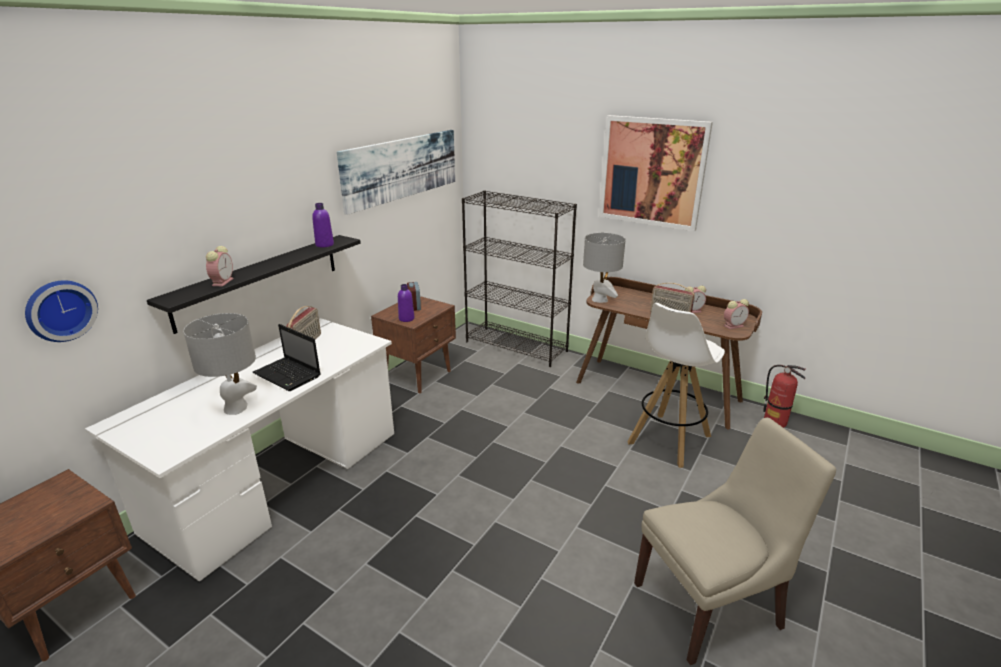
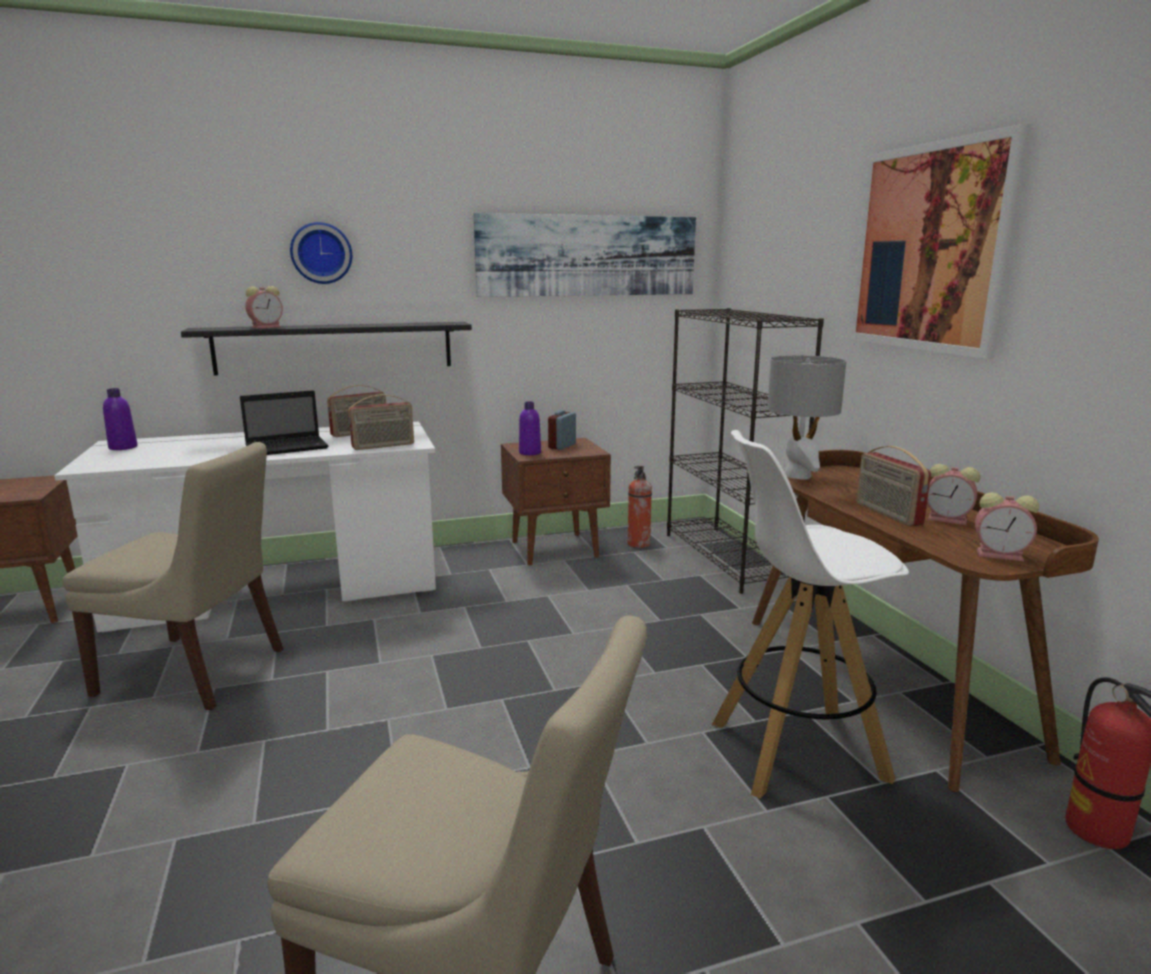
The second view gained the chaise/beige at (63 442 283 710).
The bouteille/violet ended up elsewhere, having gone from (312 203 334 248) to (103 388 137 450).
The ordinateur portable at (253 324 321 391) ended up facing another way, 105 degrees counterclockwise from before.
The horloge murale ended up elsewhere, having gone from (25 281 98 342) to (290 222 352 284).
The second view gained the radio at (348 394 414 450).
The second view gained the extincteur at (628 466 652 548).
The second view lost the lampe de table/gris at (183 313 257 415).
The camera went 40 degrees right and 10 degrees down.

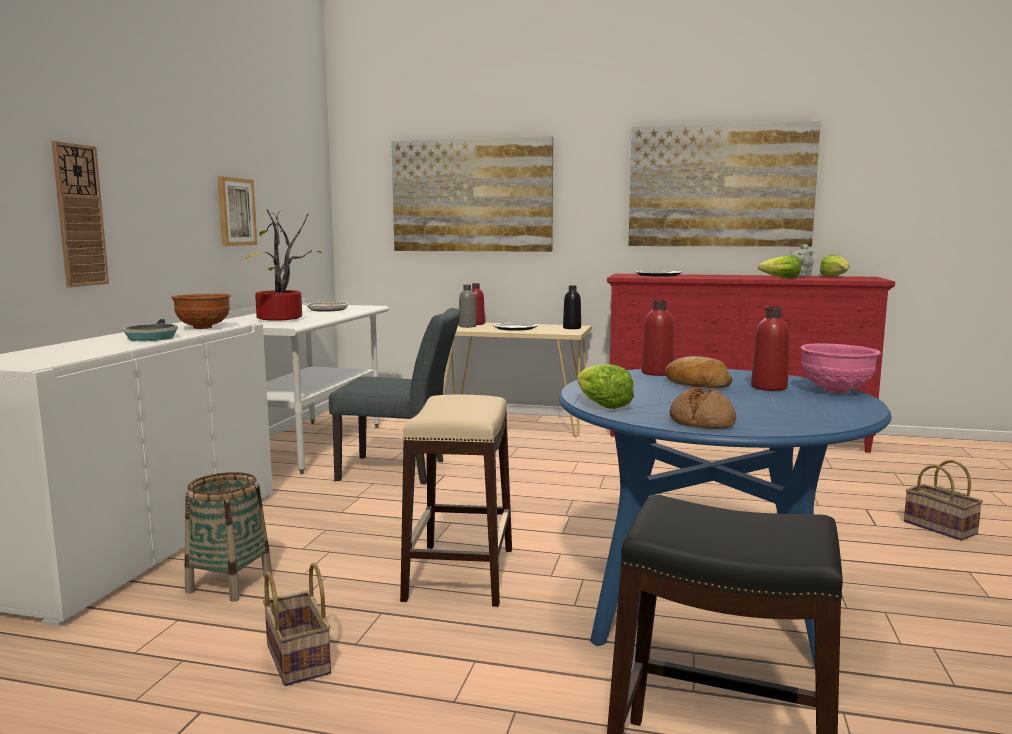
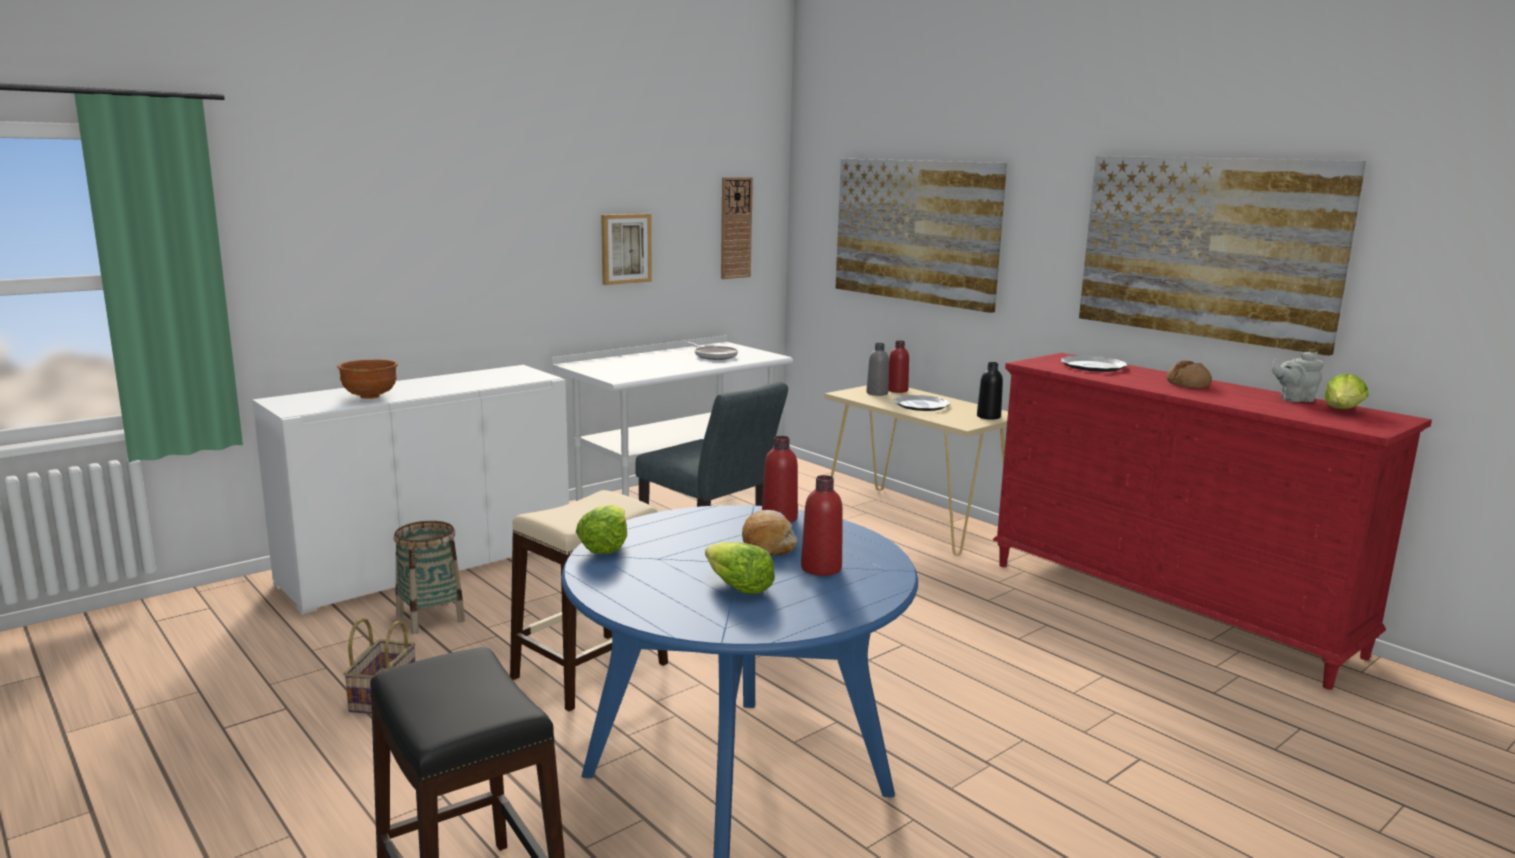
The bol/marron ended up elsewhere, having gone from (171 294 231 329) to (337 359 398 399).
The laitue ended up elsewhere, having gone from (758 255 801 278) to (705 542 775 594).
The horloge murale ended up elsewhere, having gone from (52 141 109 287) to (721 177 753 279).
The pain ended up elsewhere, having gone from (669 387 736 429) to (1167 361 1212 388).
The second view lost the poêle at (122 319 178 341).
The second view lost the plante en pot at (243 209 321 321).
The second view lost the bol/rose at (801 343 881 394).
The second view lost the panier at (904 460 983 541).
The camera went 35 degrees right and 5 degrees up.

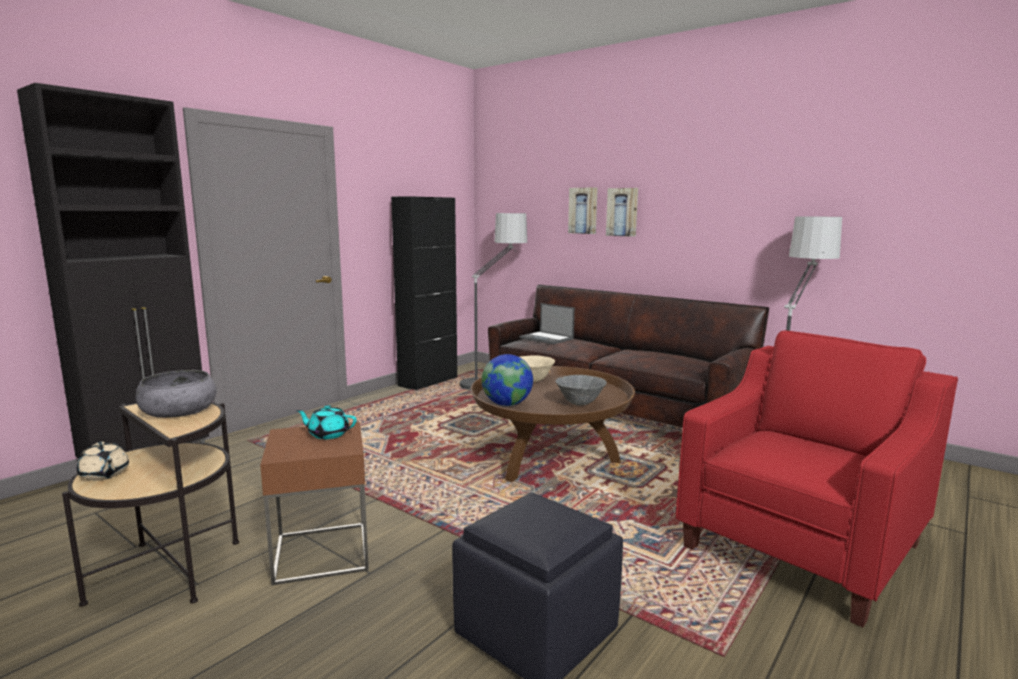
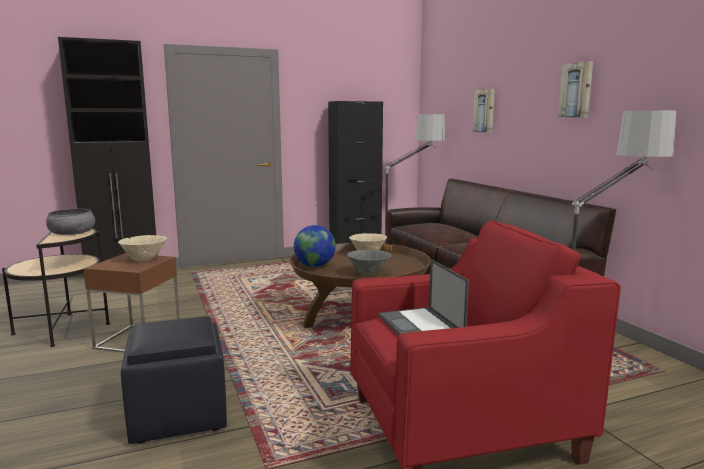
Where the théière/turquoise stood at (296 405 357 439), the bol/beige came to stand at (118 235 167 261).
The ordinateur portable ended up elsewhere, having gone from (519 303 575 344) to (378 259 469 336).
The tableau ended up elsewhere, having gone from (606 188 638 237) to (558 61 593 117).
The second view lost the théière/beige at (77 442 129 481).
The camera went 30 degrees right and 0 degrees up.

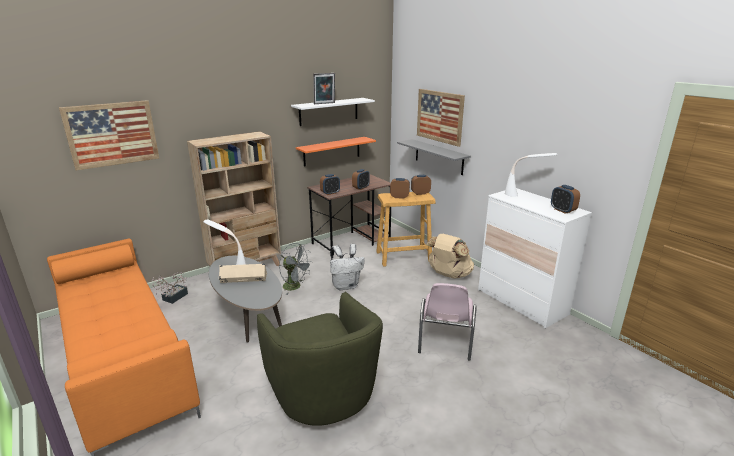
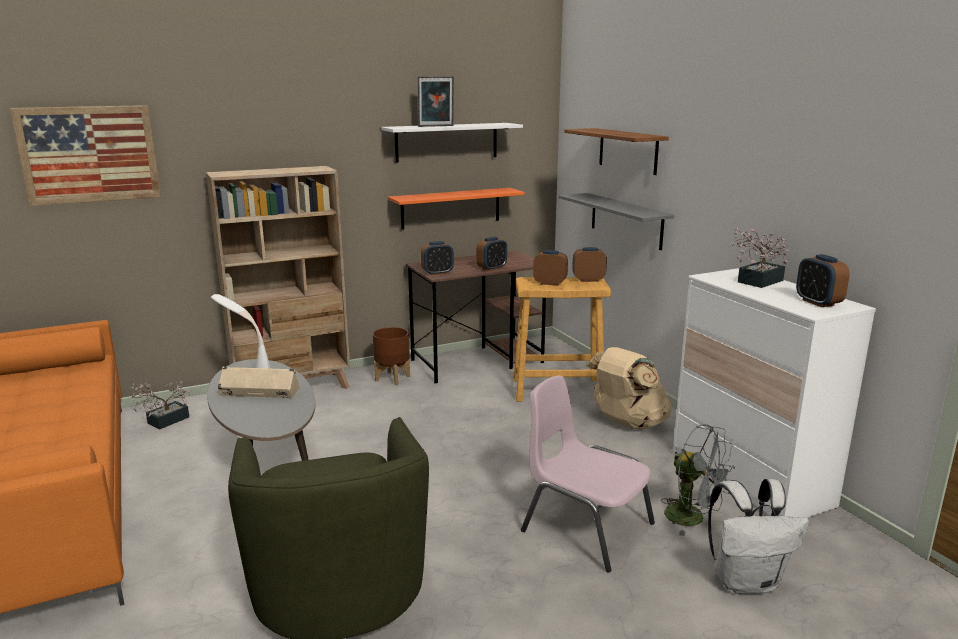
The second view gained the cache-pot/marron at (373 327 410 385).
The chaise/rose at (418 283 477 360) ended up facing another way, 105 degrees clockwise from before.
Where the tableau hung at (417 89 465 147), the étagère came to hang at (564 128 669 175).
The ventilateur/gris ended up elsewhere, having gone from (279 243 313 295) to (661 424 735 536).
The sac à dos/blanc ended up elsewhere, having gone from (330 244 365 290) to (708 479 809 594).
Where the lampe de table/blanc stood at (505 153 557 197), the plante en pot came to stand at (731 227 789 288).
The camera went 10 degrees right and 5 degrees down.

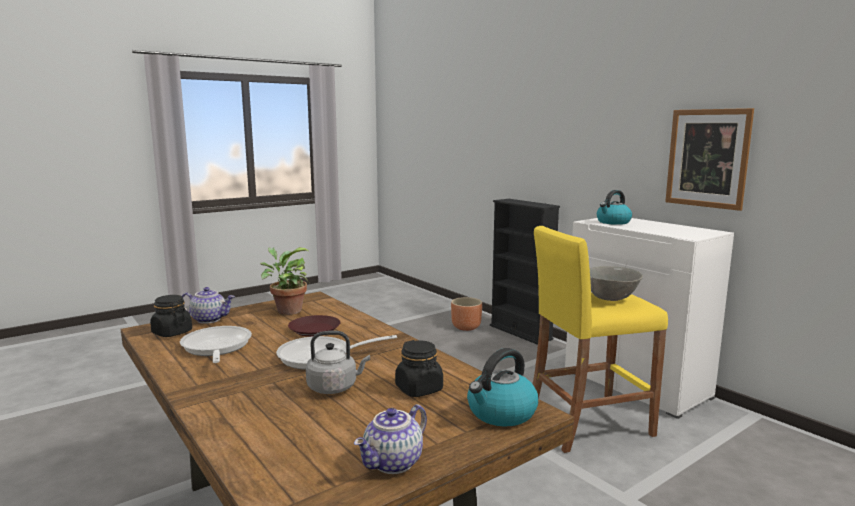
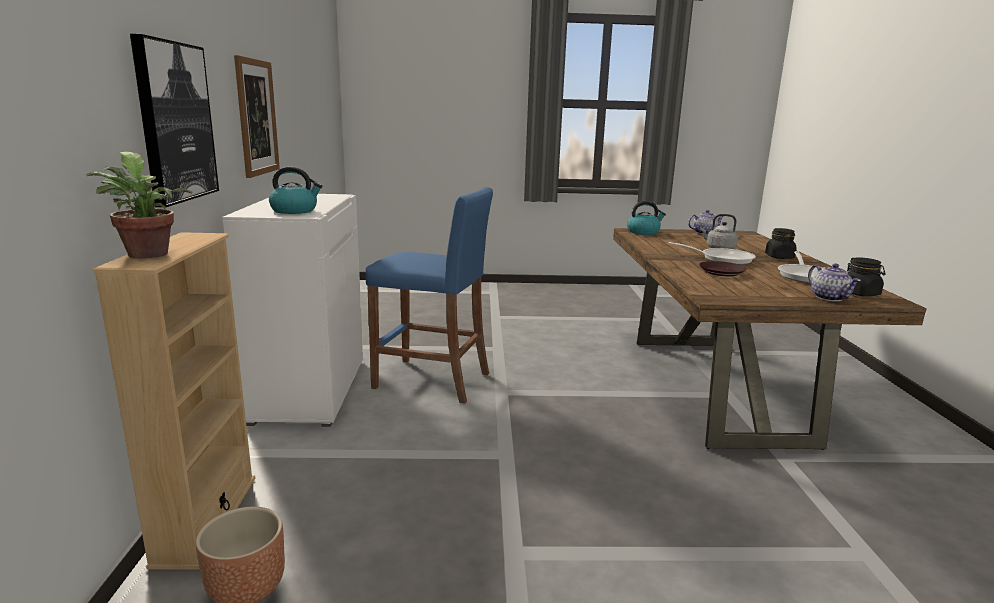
The plante en pot ended up elsewhere, having gone from (260 247 309 315) to (86 152 193 259).
What was the bibliothèque/noir at (490 199 560 345) turned into the bibliothèque/beige at (92 232 255 570).
The second view gained the tableau at (130 34 219 207).
What was the tabouret/jaune at (533 226 668 453) turned into the tabouret/bleu at (366 187 493 404).
The bocal/noir ended up elsewhere, having gone from (395 340 443 397) to (765 228 797 259).
The théière at (182 287 235 324) ended up facing another way, 150 degrees counterclockwise from before.
The second view lost the bol/gris at (590 266 643 301).
The camera went 145 degrees left and 5 degrees up.

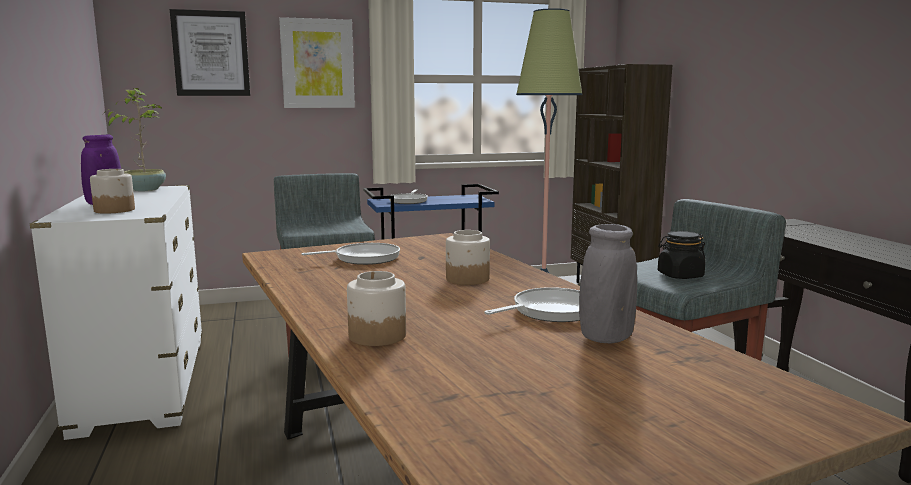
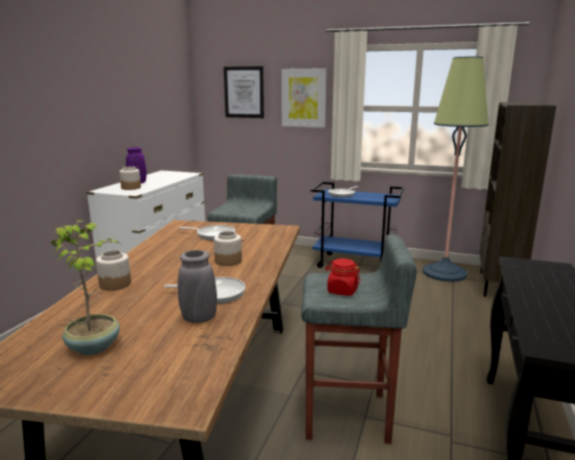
The plante en pot ended up elsewhere, having gone from (103 88 166 191) to (51 220 120 355).
What was the bocal/noir at (658 231 705 279) turned into the bocal/rouge at (326 258 361 296).
The camera went 35 degrees right and 5 degrees up.

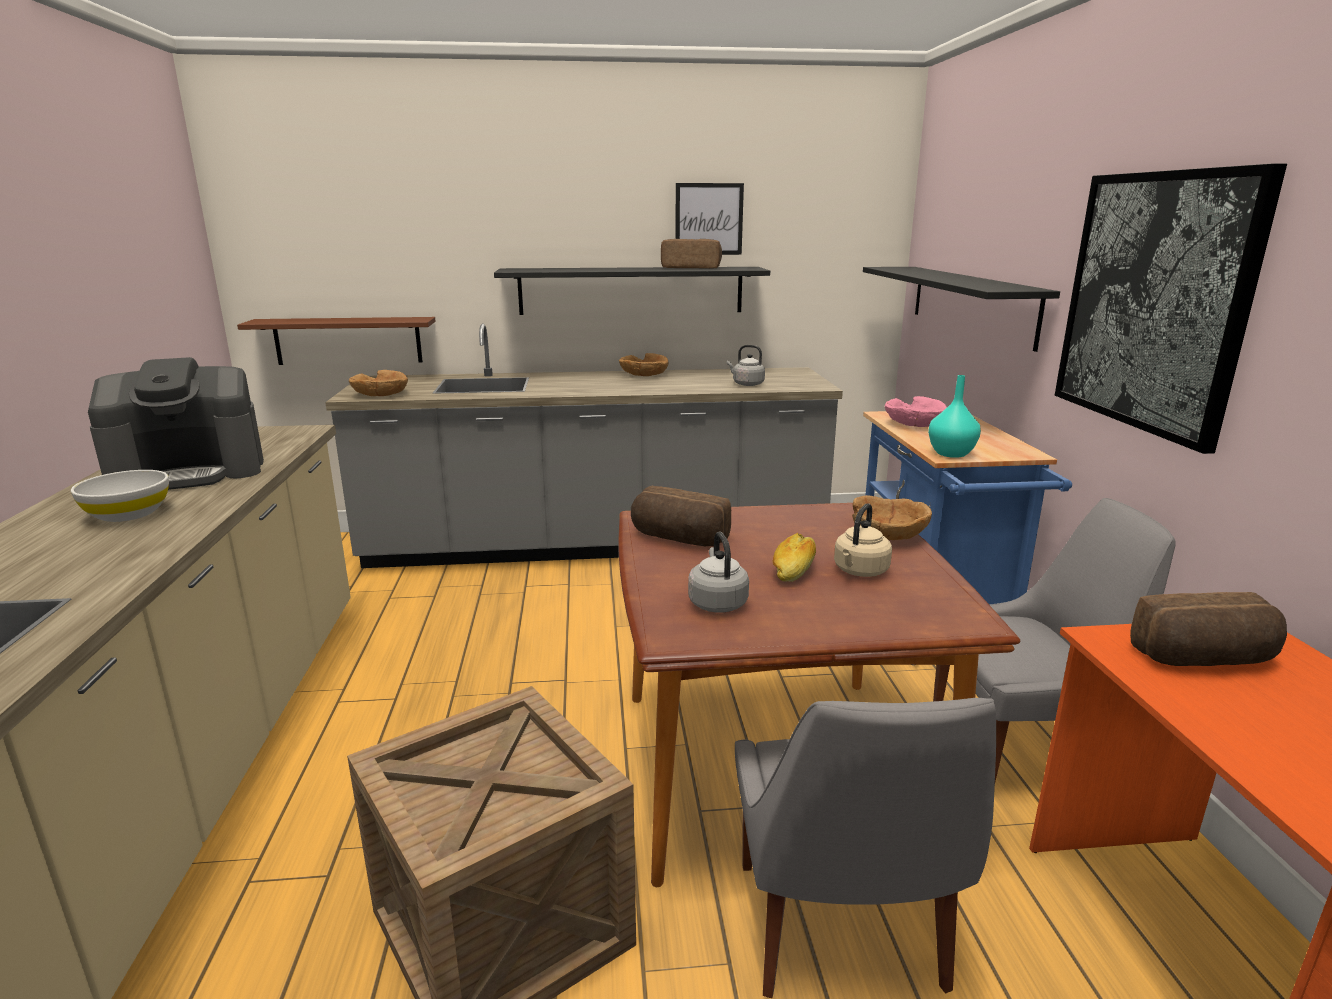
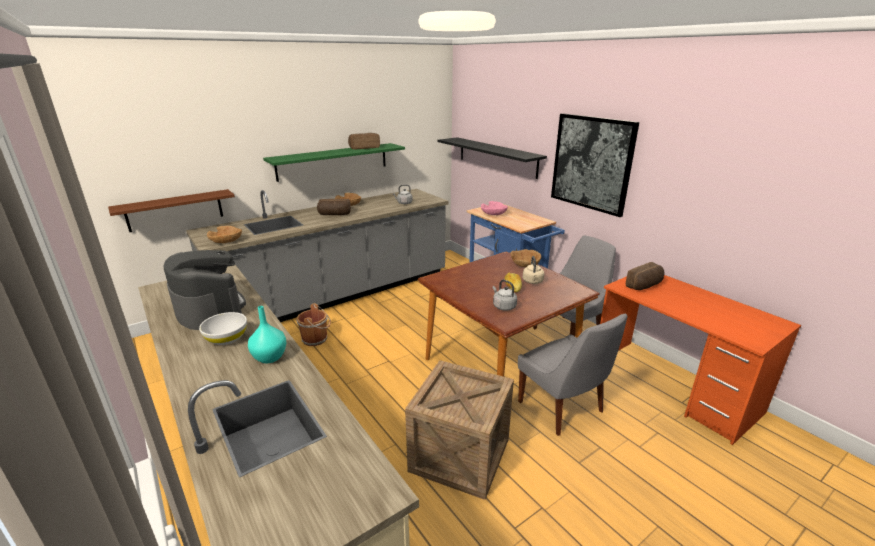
The machine à café at (88 357 264 490) ended up facing another way, 75 degrees counterclockwise from before.
The vase/turquoise ended up elsewhere, having gone from (928 375 981 458) to (248 306 286 363).
What was the étagère/noir at (494 267 770 315) turned into the étagère/vert at (263 143 405 182).
The second view gained the seau/marron at (297 303 331 346).
The pain ended up elsewhere, having gone from (631 486 731 546) to (317 199 351 215).
The second view lost the tableau at (675 183 744 255).
The camera went 30 degrees left and 5 degrees up.

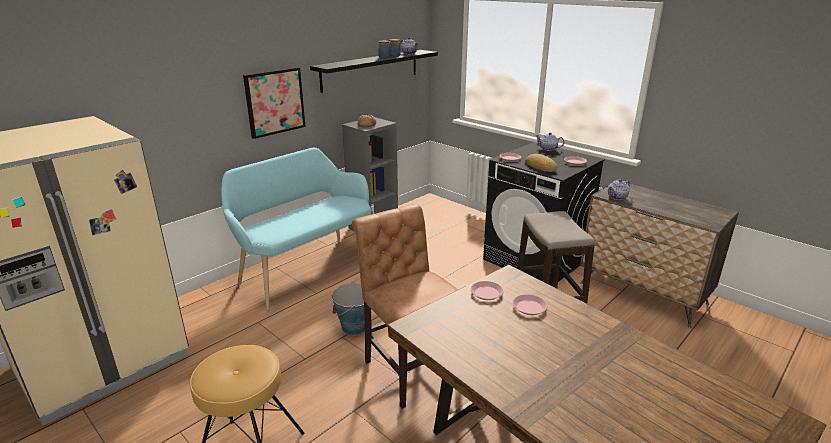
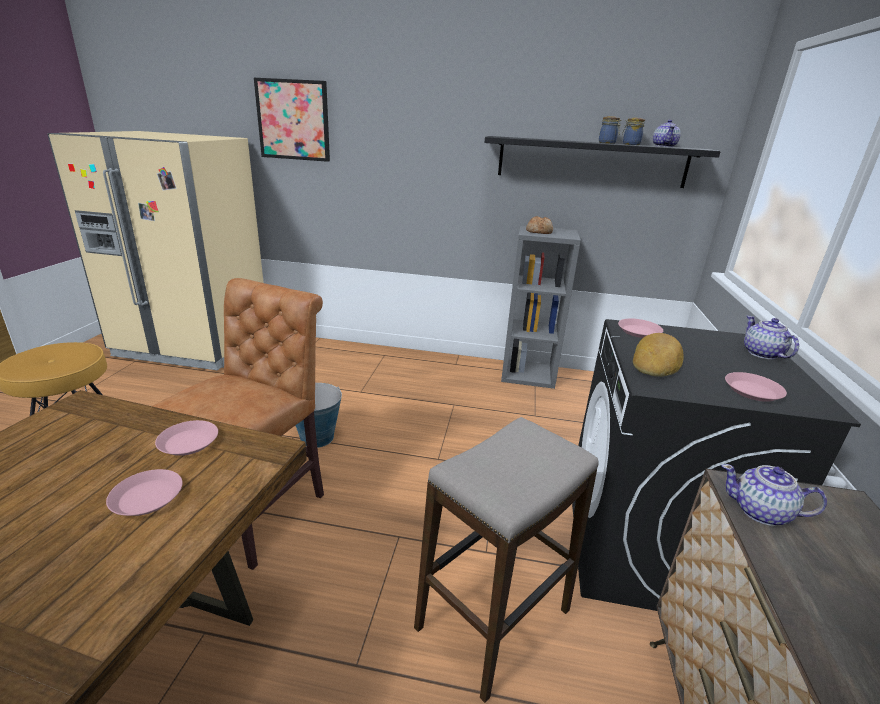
The tableau ended up elsewhere, having gone from (243 67 306 139) to (254 78 330 162).
The second view lost the banc/turquoise at (221 148 371 311).
The camera went 55 degrees right and 0 degrees up.

